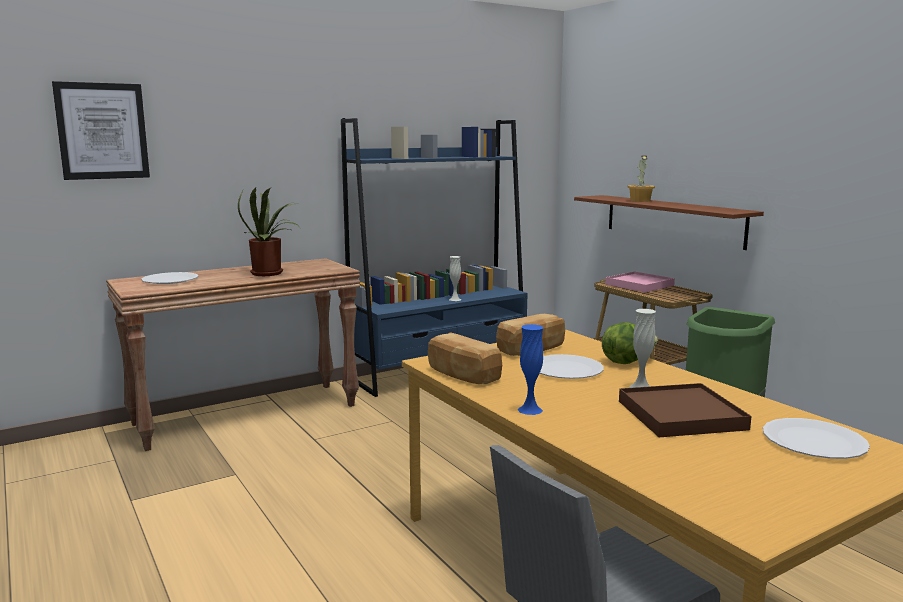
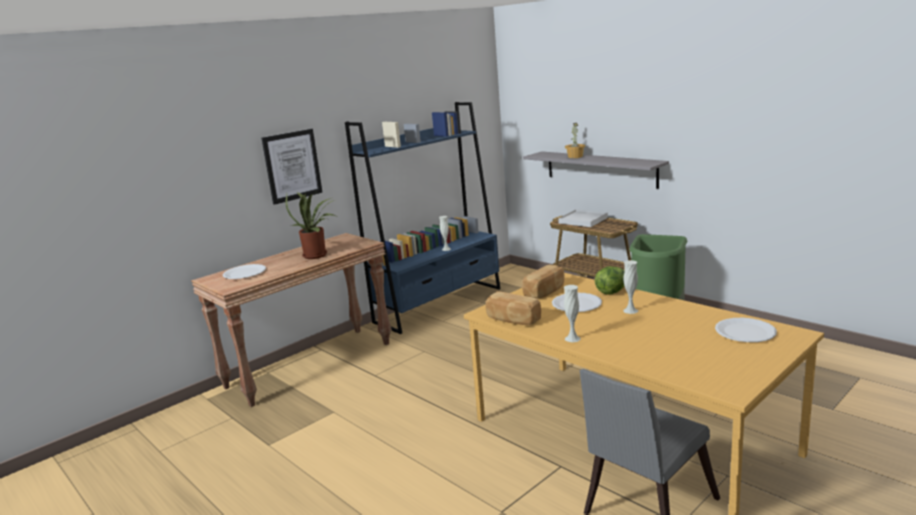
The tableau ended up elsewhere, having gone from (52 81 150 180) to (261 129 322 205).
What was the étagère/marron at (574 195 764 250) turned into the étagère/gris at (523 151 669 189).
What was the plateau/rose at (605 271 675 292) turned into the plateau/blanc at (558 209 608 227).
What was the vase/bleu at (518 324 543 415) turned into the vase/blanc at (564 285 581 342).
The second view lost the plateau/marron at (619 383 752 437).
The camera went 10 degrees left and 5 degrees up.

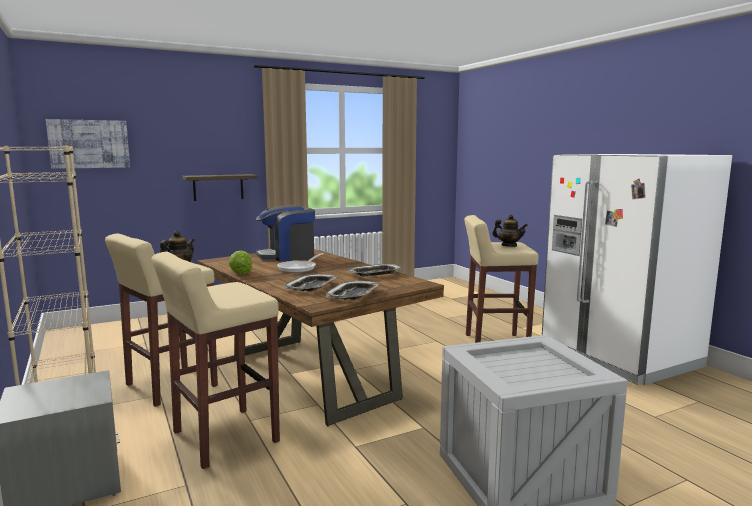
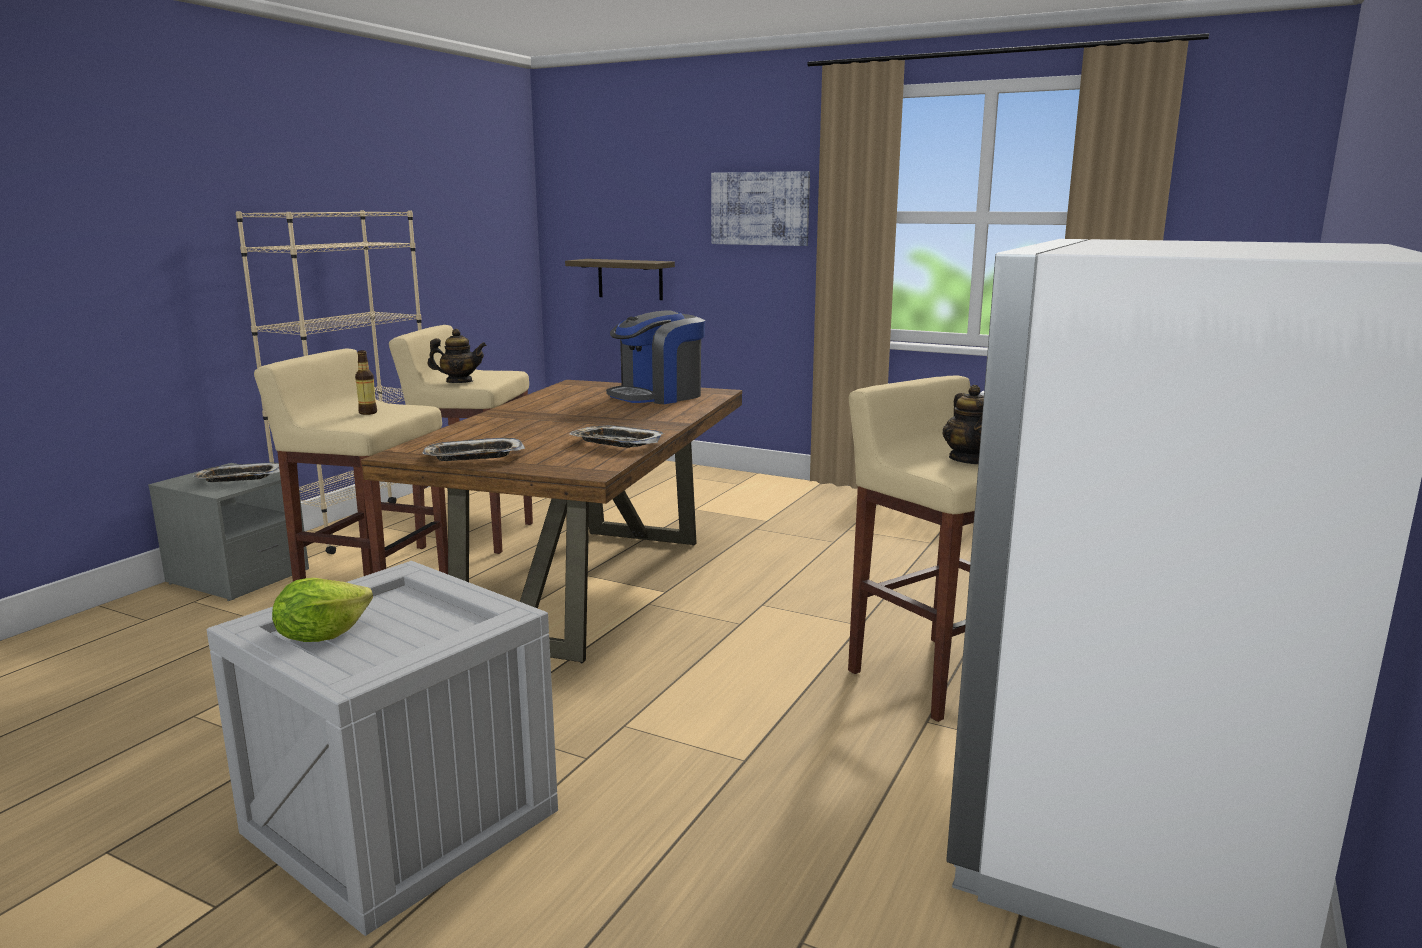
The plateau ended up elsewhere, having gone from (285 274 338 291) to (193 462 280 482).
The laitue ended up elsewhere, having gone from (229 251 253 274) to (272 578 373 642).
The second view gained the bouteille at (355 350 377 415).
The étagère ended up elsewhere, having gone from (182 174 258 201) to (565 259 675 300).
The machine à café at (256 205 315 261) ended up facing another way, 75 degrees counterclockwise from before.
The tableau ended up elsewhere, having gone from (46 119 130 169) to (711 171 810 246).
The second view lost the poêle at (277 253 324 273).
The camera went 55 degrees right and 5 degrees up.

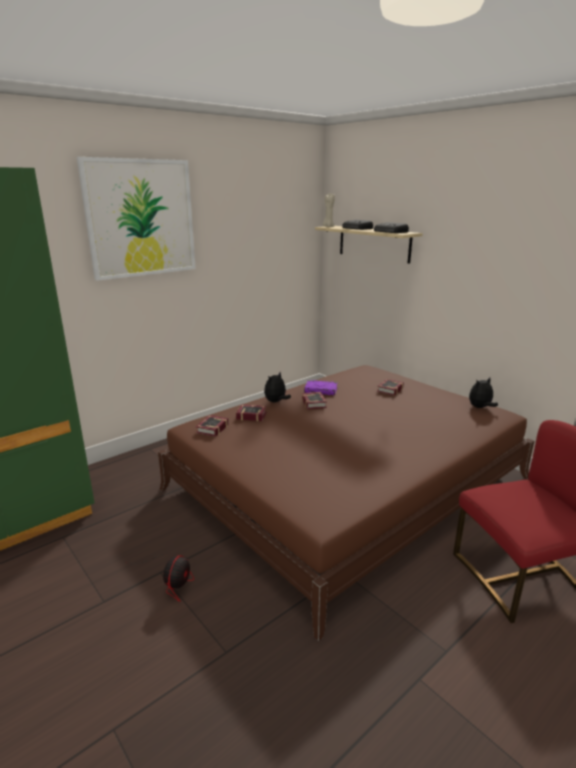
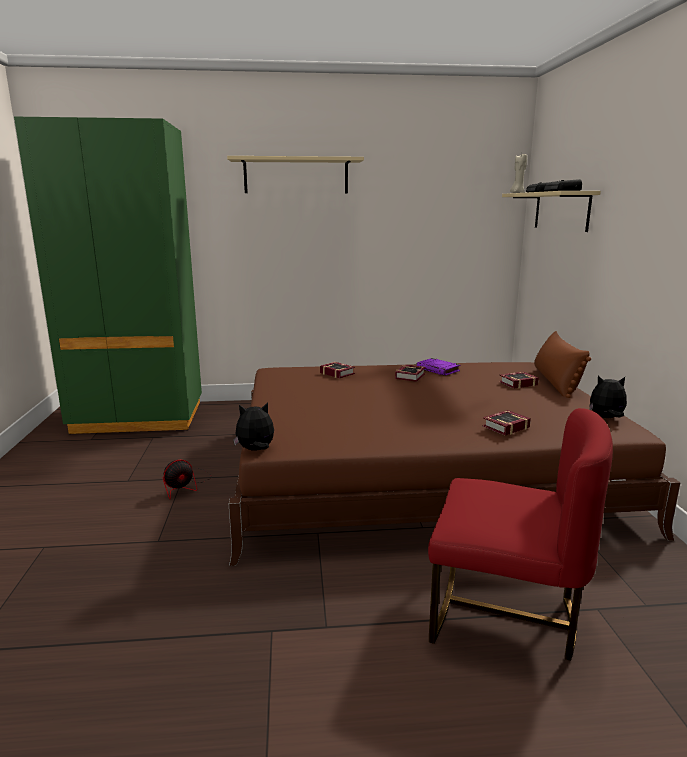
Where the tableau hung at (77 157 196 281), the étagère/beige came to hang at (227 156 364 193).
The peluche ended up elsewhere, having gone from (264 372 291 402) to (233 402 274 451).
The livre ended up elsewhere, having gone from (196 415 229 437) to (482 410 531 435).
The second view gained the coussin/marron at (534 331 591 398).
The camera went 35 degrees right and 5 degrees down.

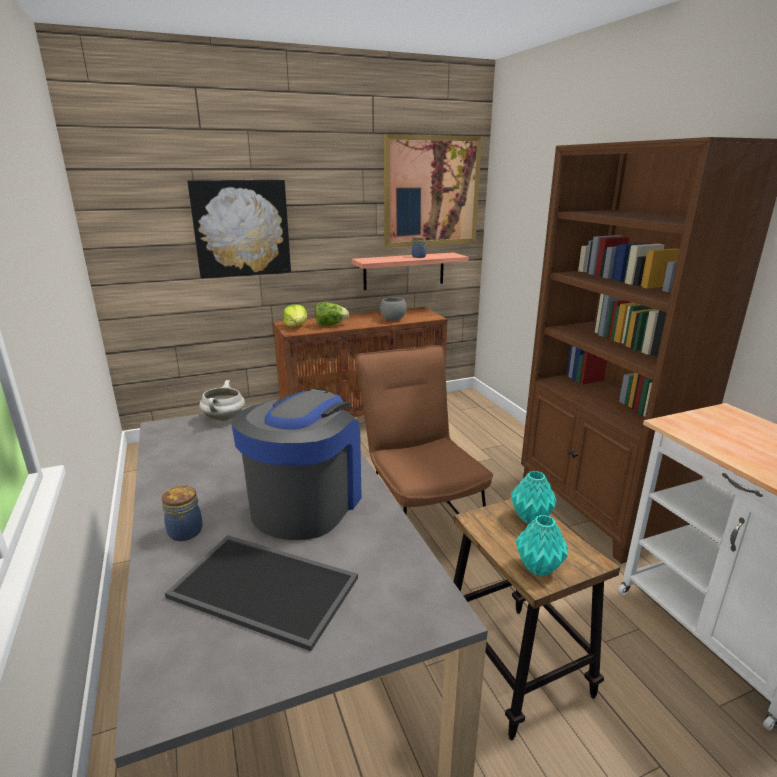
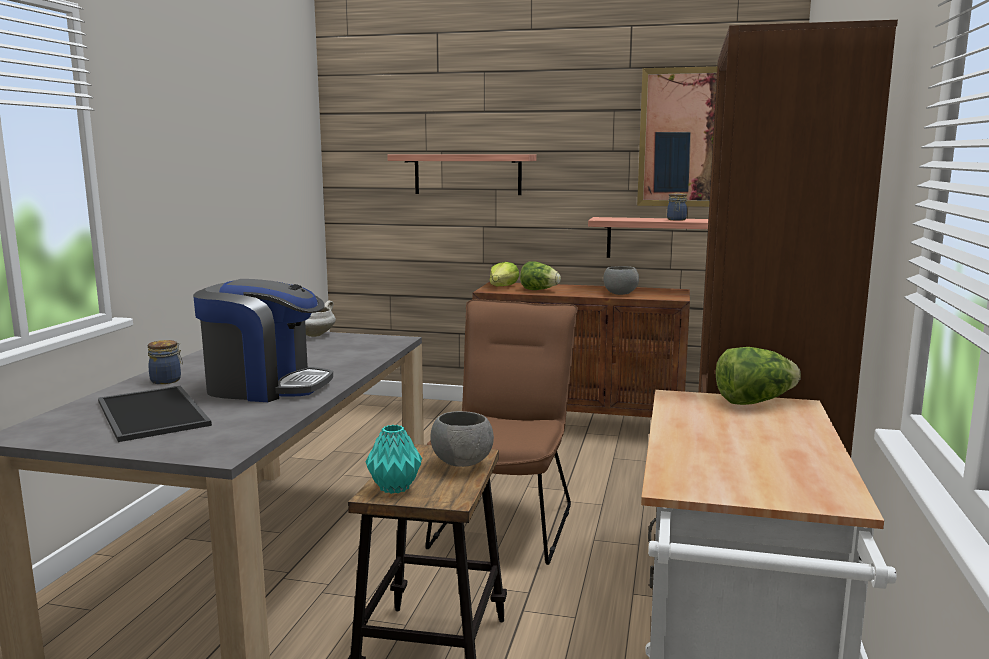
The machine à café at (231 388 362 540) ended up facing another way, 45 degrees clockwise from before.
Where the tableau hung at (187 180 291 278), the étagère came to hang at (387 155 537 195).
Where the vase/turquoise stood at (511 471 557 523), the bol/gris came to stand at (430 411 494 467).
The second view gained the laitue at (716 347 801 405).
The camera went 35 degrees right and 10 degrees down.

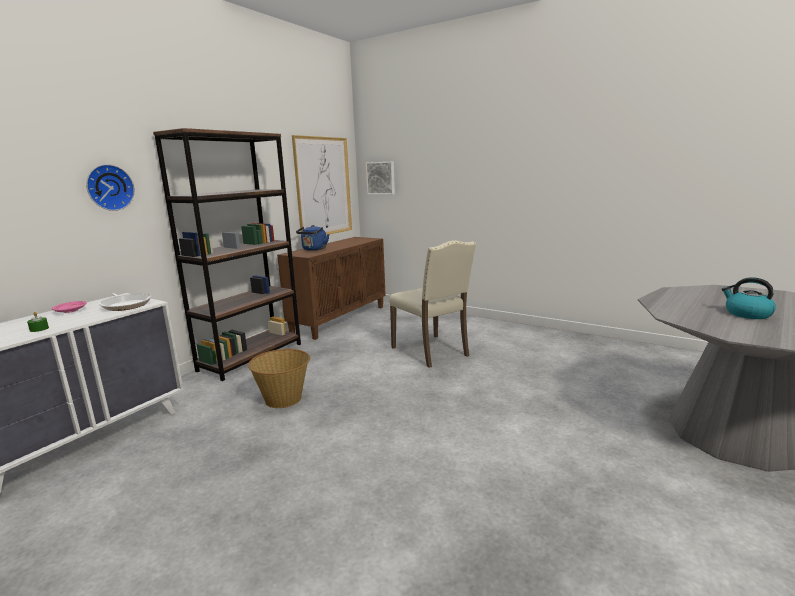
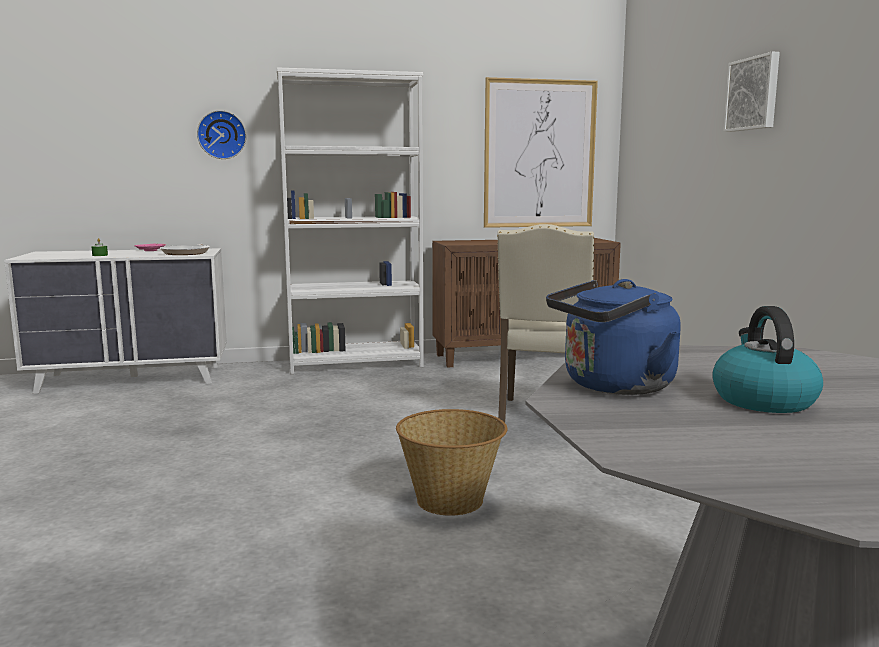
What was the bibliothèque/marron at (153 128 301 381) turned into the bibliothèque/blanc at (277 67 424 374).
The panier ended up elsewhere, having gone from (248 349 310 408) to (396 409 508 516).
The bouilloire/bleu ended up elsewhere, having gone from (296 225 329 251) to (546 279 681 395).
The tableau ended up elsewhere, having gone from (366 162 395 195) to (723 52 780 132).
The camera went 45 degrees right and 5 degrees down.

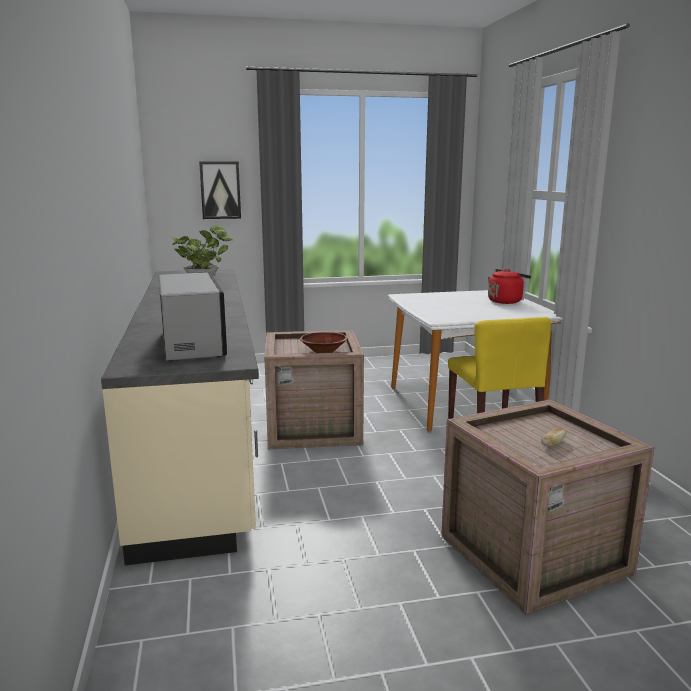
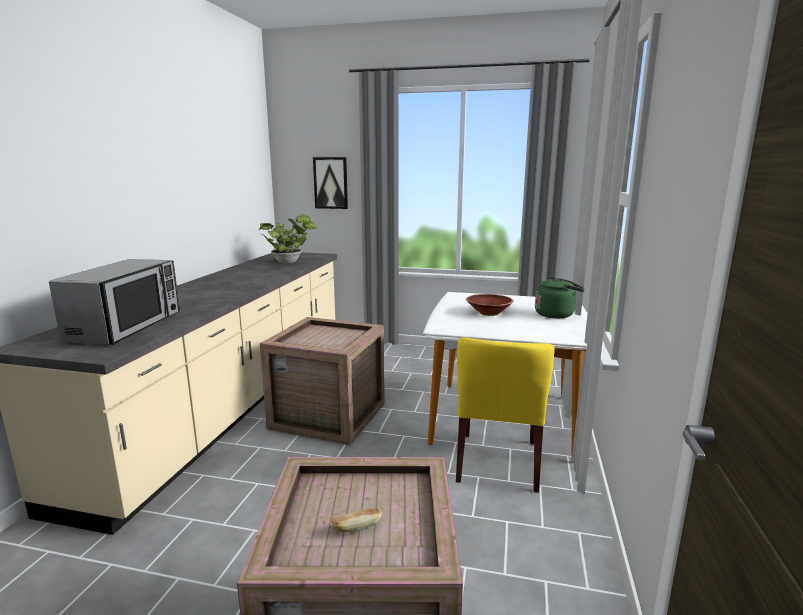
The bol/marron ended up elsewhere, having gone from (300 332 347 353) to (466 294 514 316).
What was the bouilloire/rouge at (488 269 531 304) turned into the bouilloire/vert at (535 277 585 318).
The camera went 25 degrees right and 0 degrees up.

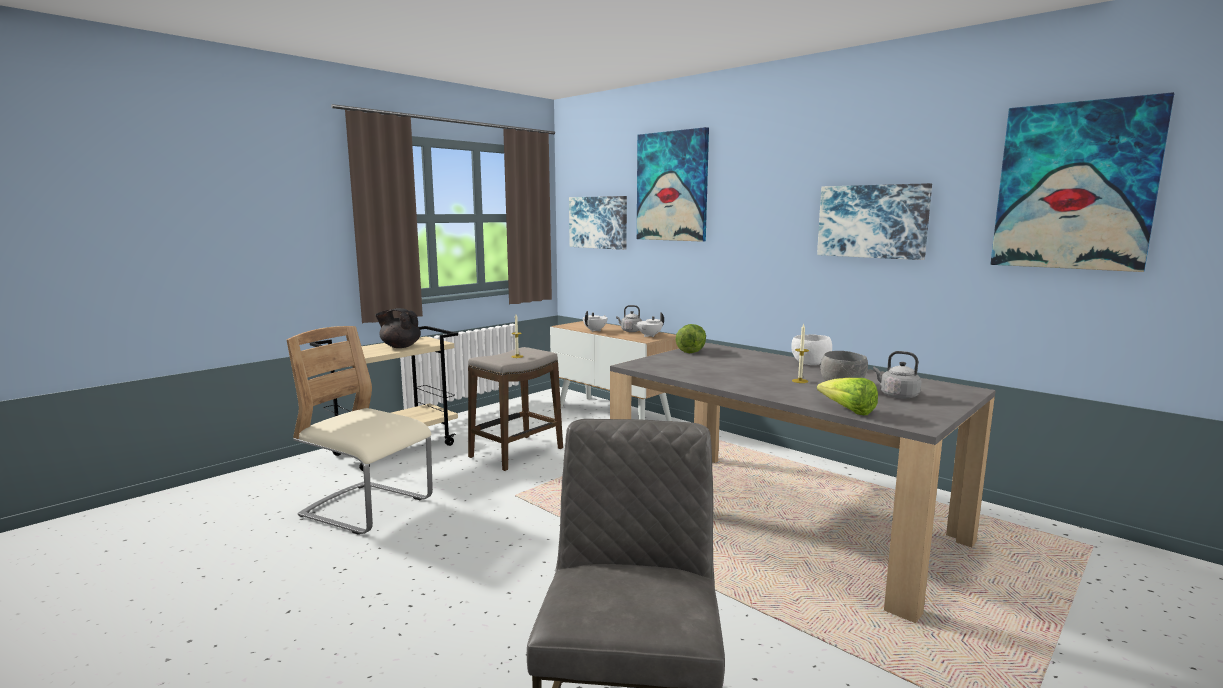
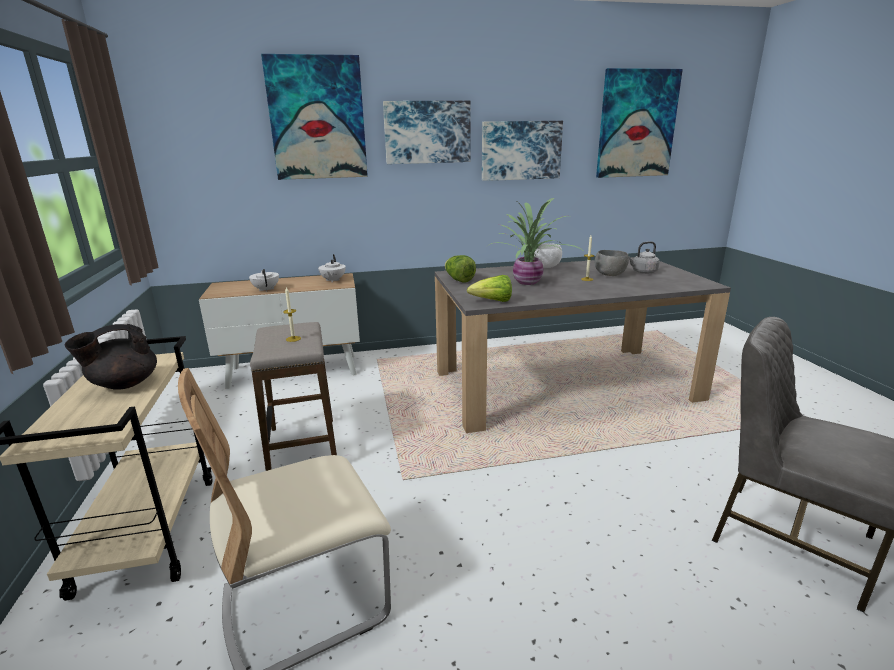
The tableau ended up elsewhere, having gone from (569 196 627 250) to (383 101 470 164).
The laitue ended up elsewhere, having gone from (817 378 878 416) to (467 275 512 302).
The second view gained the plante en pot at (489 198 582 285).
The second view lost the bouilloire/gris at (616 305 642 332).
The camera went 55 degrees left and 10 degrees up.

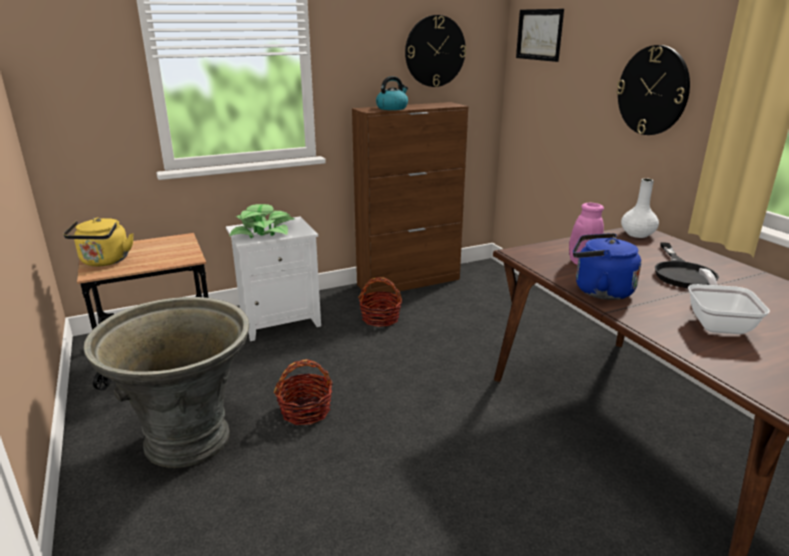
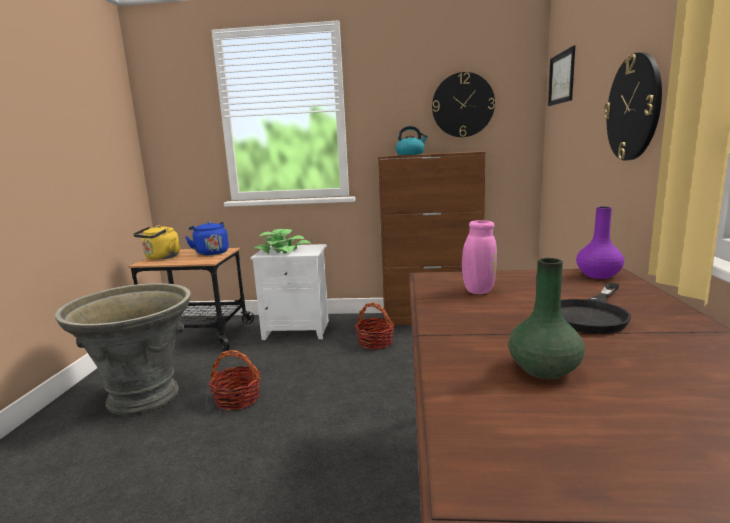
The bouilloire/bleu ended up elsewhere, having gone from (573 233 641 300) to (186 221 229 256).
Where the poêle stood at (688 268 770 334), the vase/vert came to stand at (508 258 585 379).
What was the vase/blanc at (621 178 659 238) turned into the vase/violet at (576 206 624 279).
The camera went 30 degrees right and 10 degrees down.

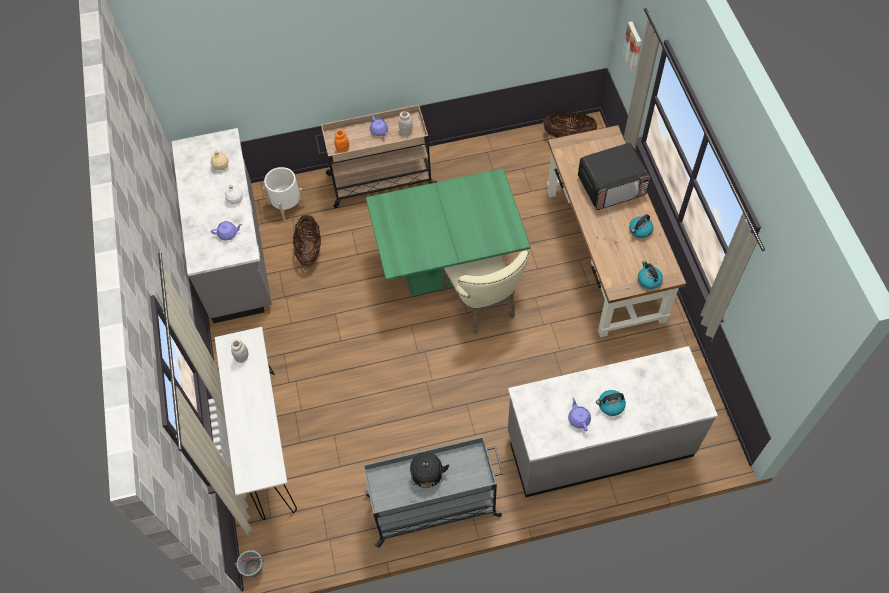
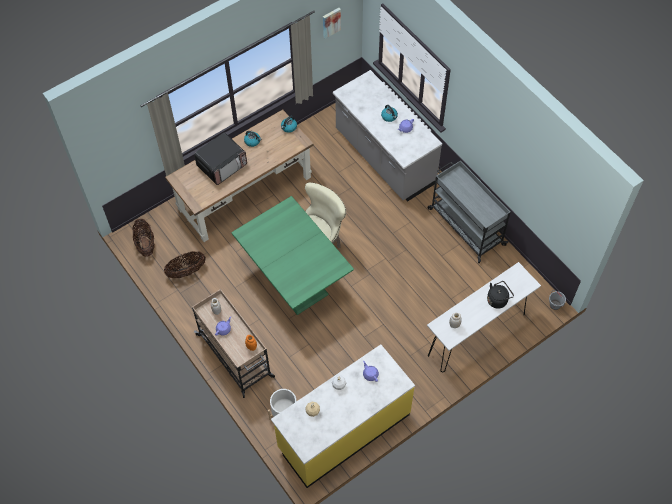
The panier ended up elsewhere, having gone from (293 215 321 266) to (164 251 206 278).
The micro-ondes at (578 143 651 210) ended up facing another way, 90 degrees clockwise from before.
What was the comptoir de cuisine/gris at (172 128 272 323) turned into the comptoir de cuisine/jaune at (271 344 415 488).
The tableau ended up elsewhere, having gone from (623 21 641 72) to (323 8 341 39).
The bouilloire/noir ended up elsewhere, having gone from (410 453 449 488) to (487 281 514 309).
The camera went 115 degrees left and 0 degrees up.

